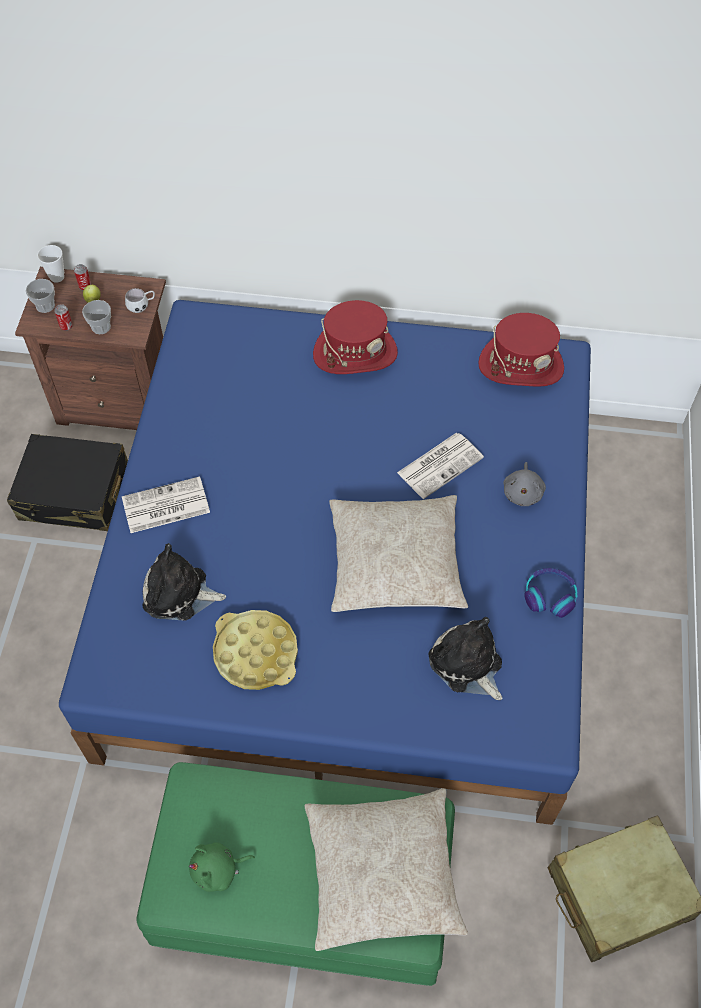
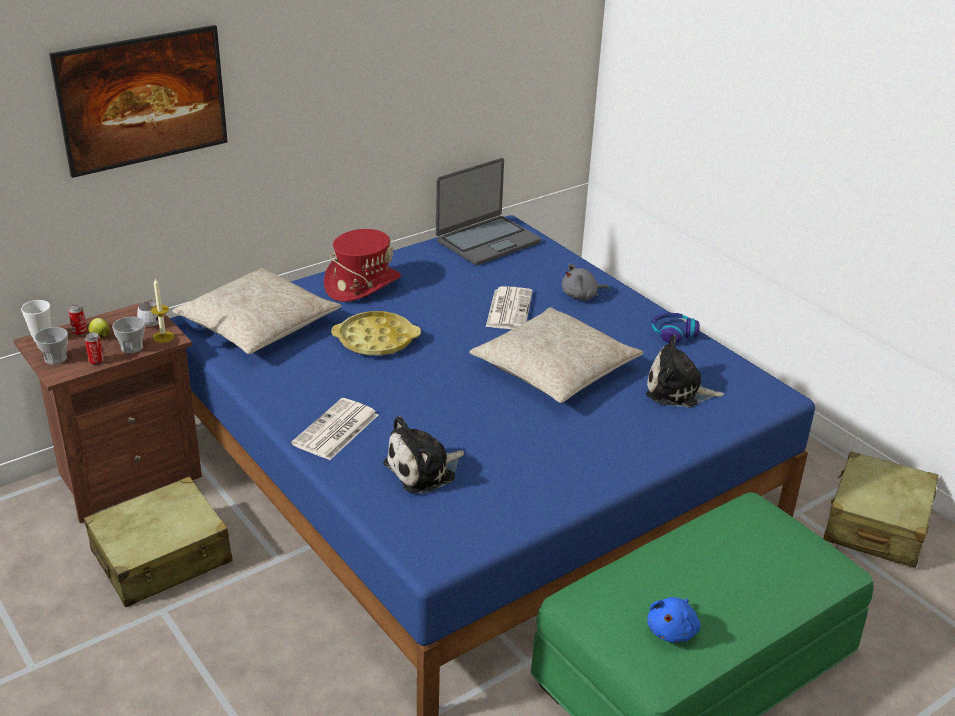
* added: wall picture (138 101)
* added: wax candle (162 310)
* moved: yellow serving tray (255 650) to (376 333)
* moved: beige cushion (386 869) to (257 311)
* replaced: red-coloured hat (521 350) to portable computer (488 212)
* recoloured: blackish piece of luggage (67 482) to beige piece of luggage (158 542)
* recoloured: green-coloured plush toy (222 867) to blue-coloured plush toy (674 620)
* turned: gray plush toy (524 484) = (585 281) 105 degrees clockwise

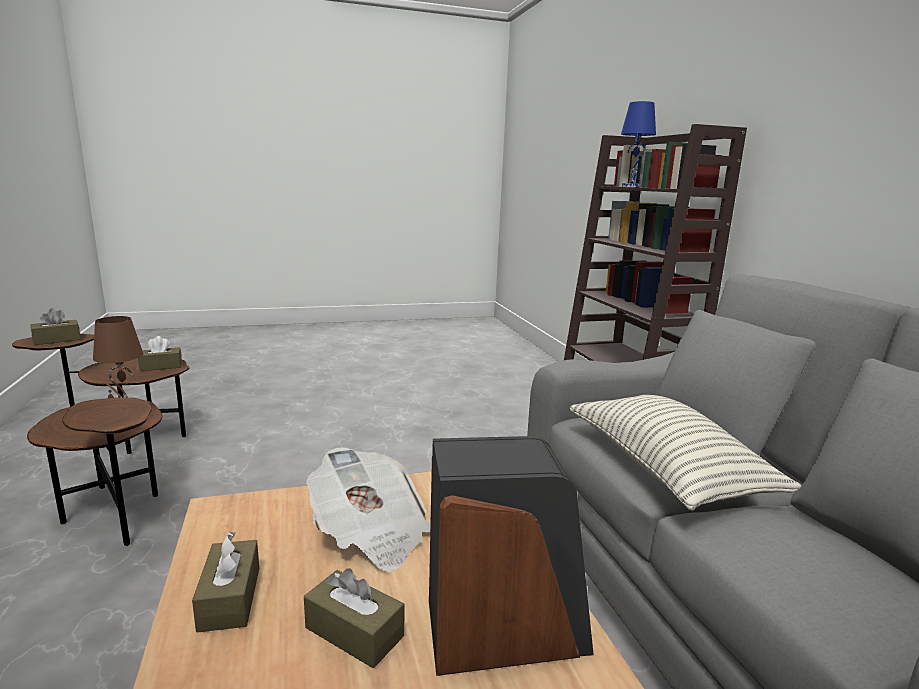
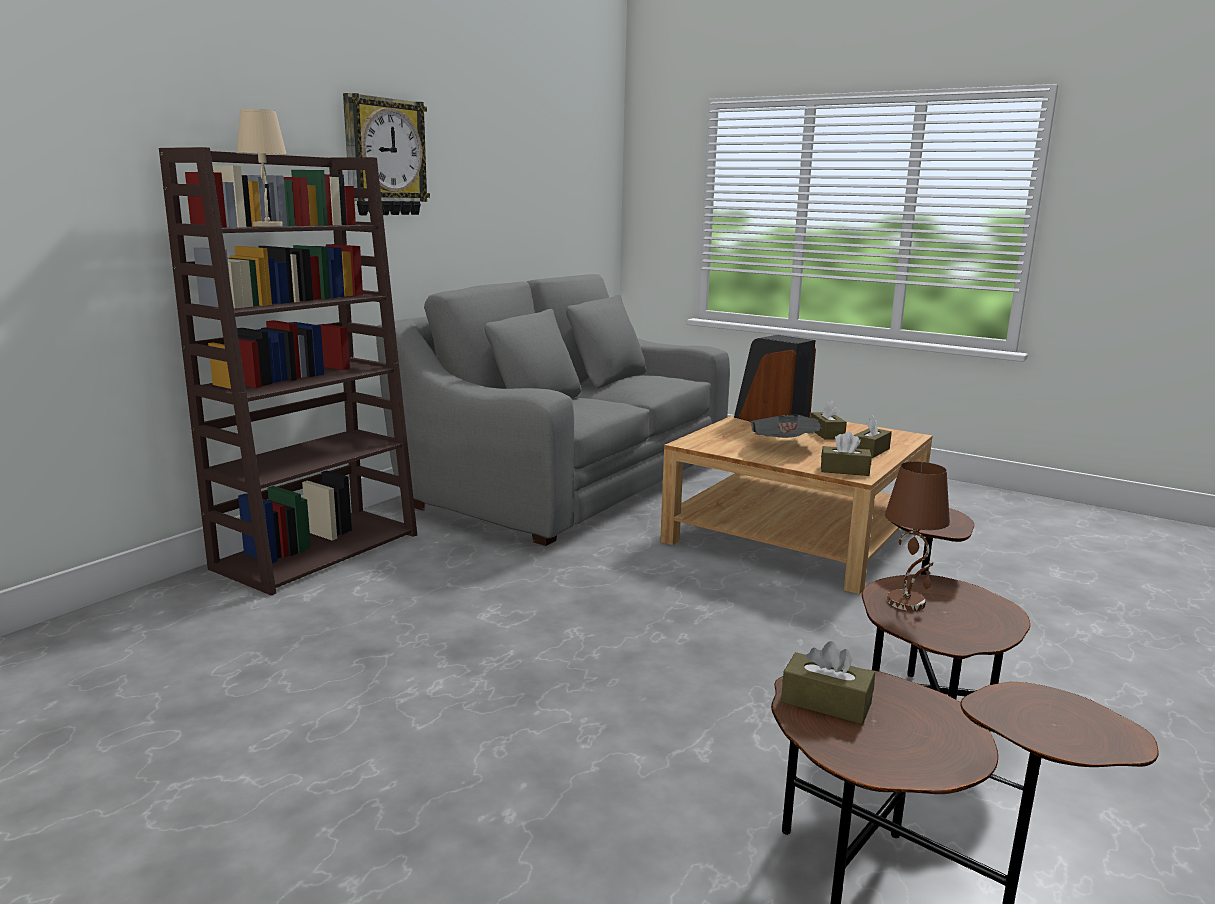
* removed: cushion (685 453)
* added: clock on the wall (386 154)
* moved: brownish tissue box (55 326) to (846 453)
* recoloured: blue-coloured tabletop lamp (638 144) to beige tabletop lamp (262 168)

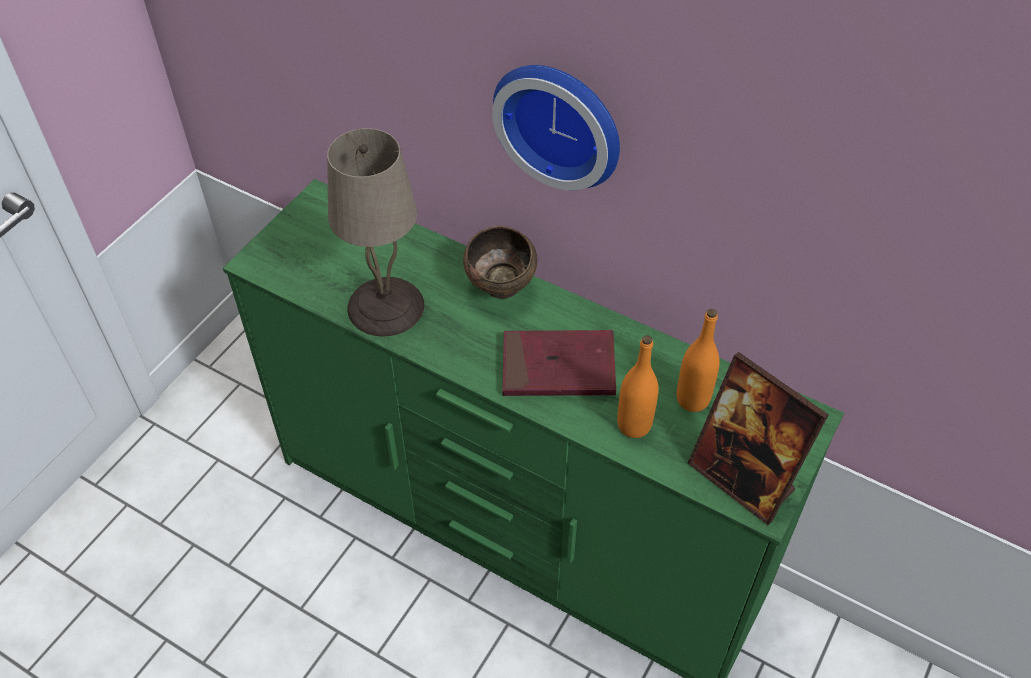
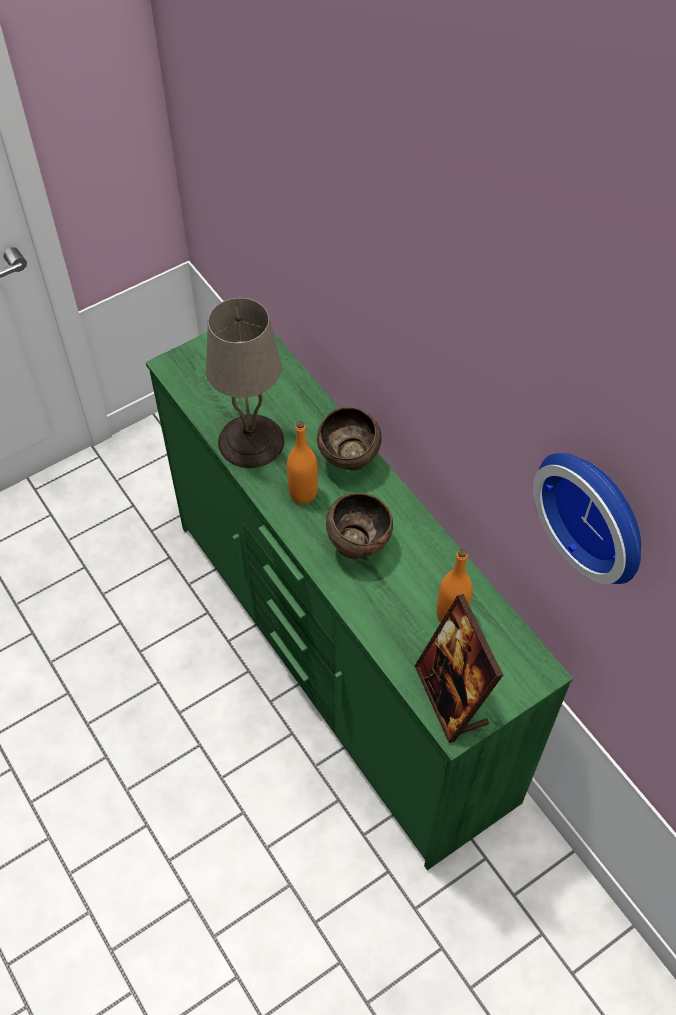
* moved: clock on the wall (556 127) to (587 518)
* moved: orange beverage bottle (638 386) to (302 462)
* replaced: red-coloured bound book (559 363) to brownish bowl (359 526)

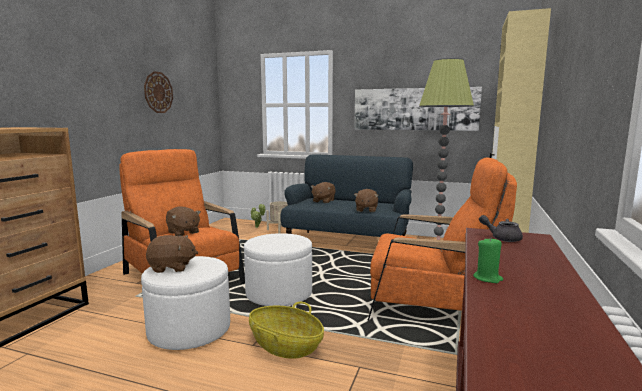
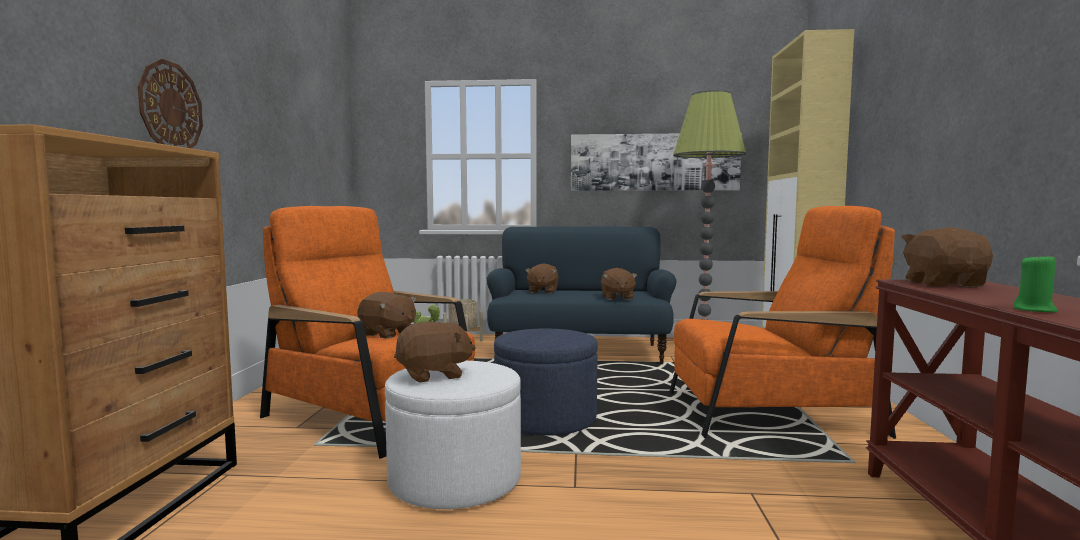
* removed: basket (286 330)
* moved: clock on the wall (158 92) to (170 103)
* replaced: gray pot for tea (501 228) to brownish plush toy (947 257)
* recoloured: white footrest (278 269) to blue-coloured footrest (546 382)

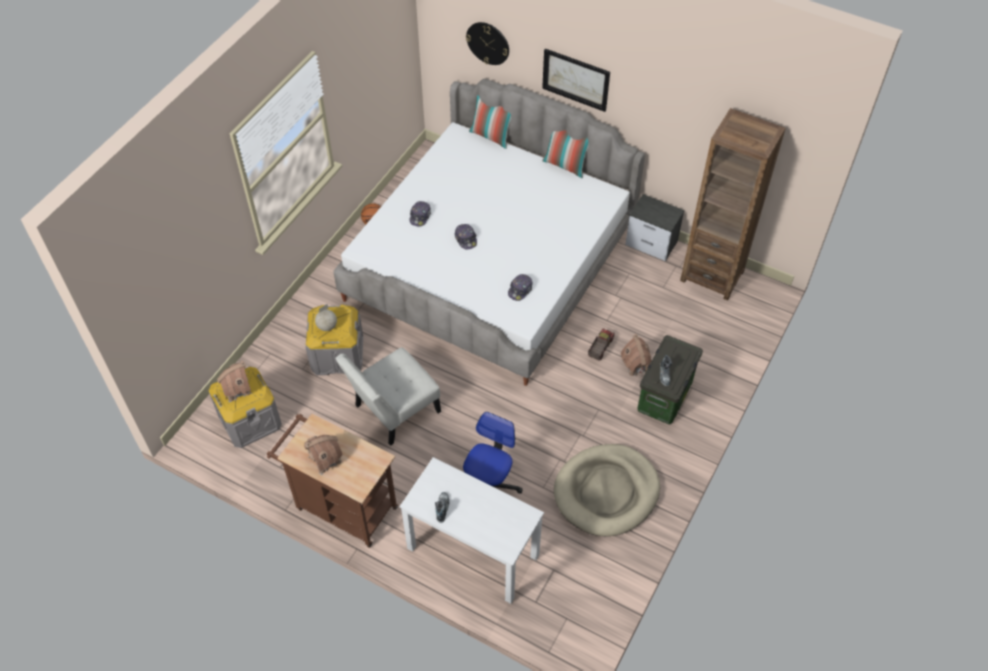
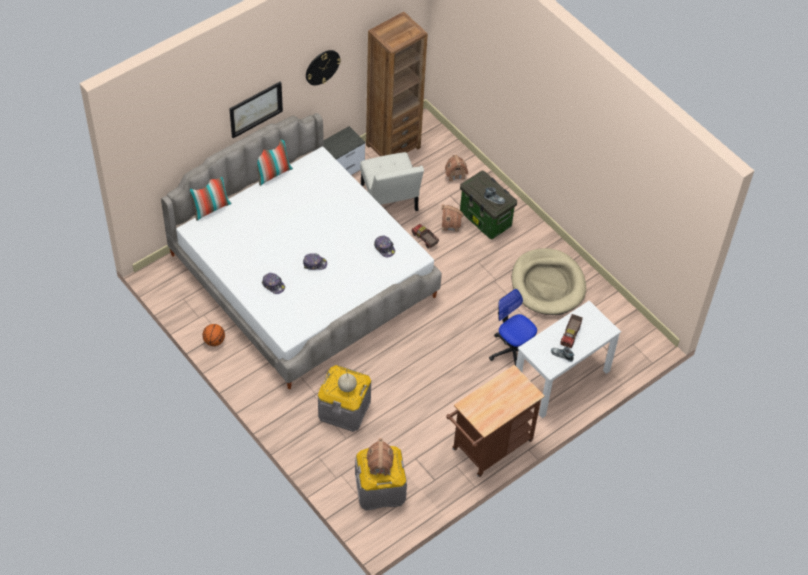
* added: toy lorry (571 331)
* moved: model house (323 455) to (456 168)
* moved: white chair (388 396) to (392 181)
* moved: clock on the wall (487 43) to (323 67)

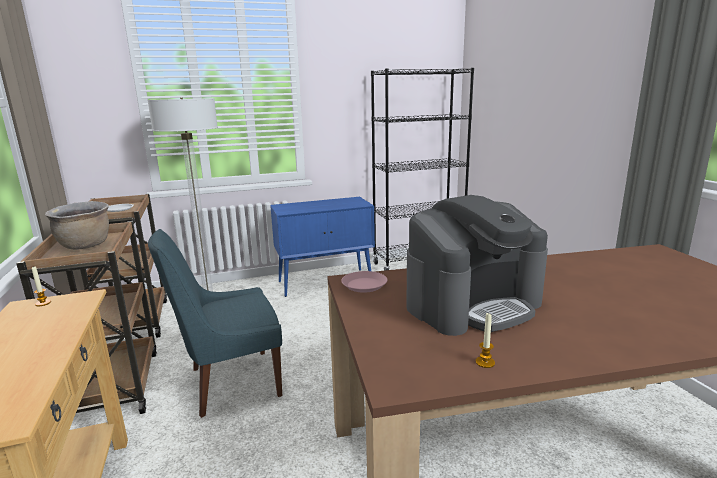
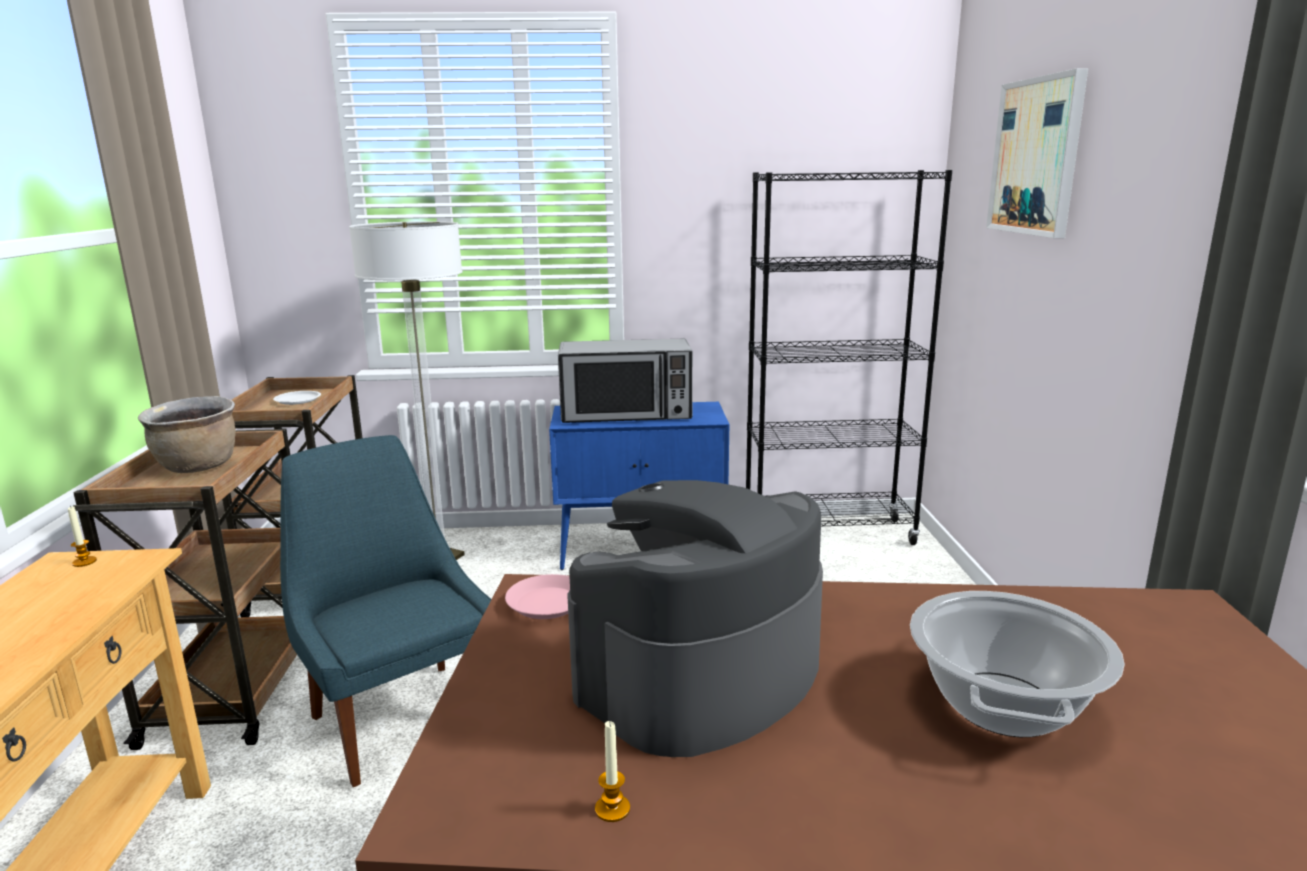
* added: microwave (625 381)
* added: saucepot (1017 664)
* added: wall picture (1037 153)
* turned: blue-coloured chair (215 323) = (385 611) 60 degrees clockwise
* turned: coffee machine (477 265) = (695 618) 150 degrees clockwise

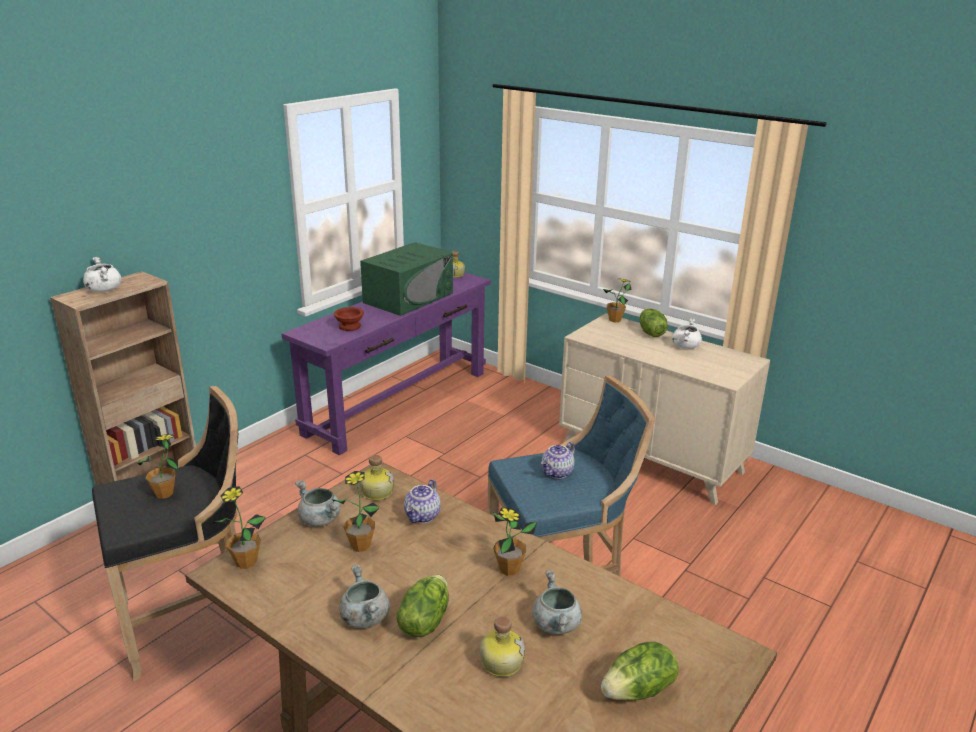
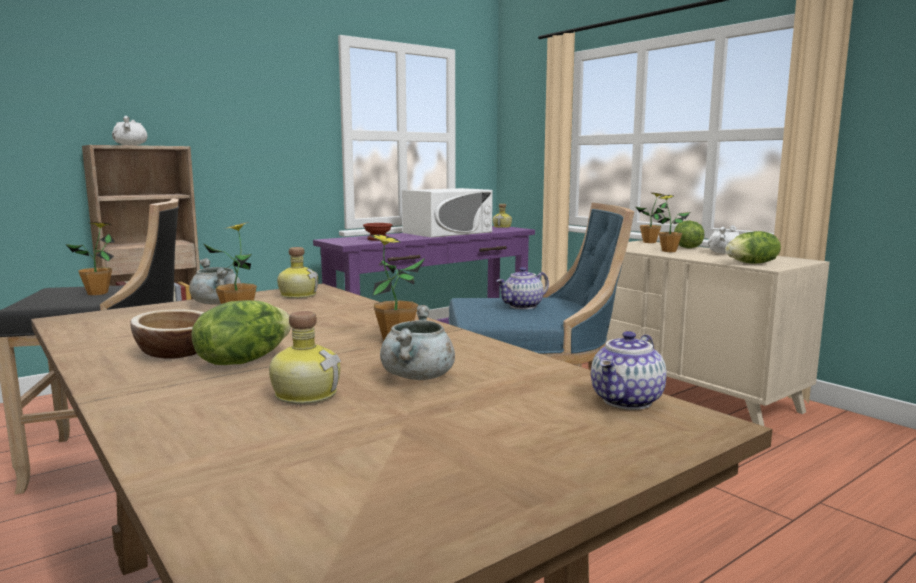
* moved: plant in a pot (239 527) to (672 223)
* moved: pot for tea (422 501) to (629 370)
* moved: lettuce head (640 671) to (753 247)
* replaced: gray saucepot (364 596) to bowl (167 334)
* recoloured: green-coloured microwave (406 279) to white microwave (447 213)

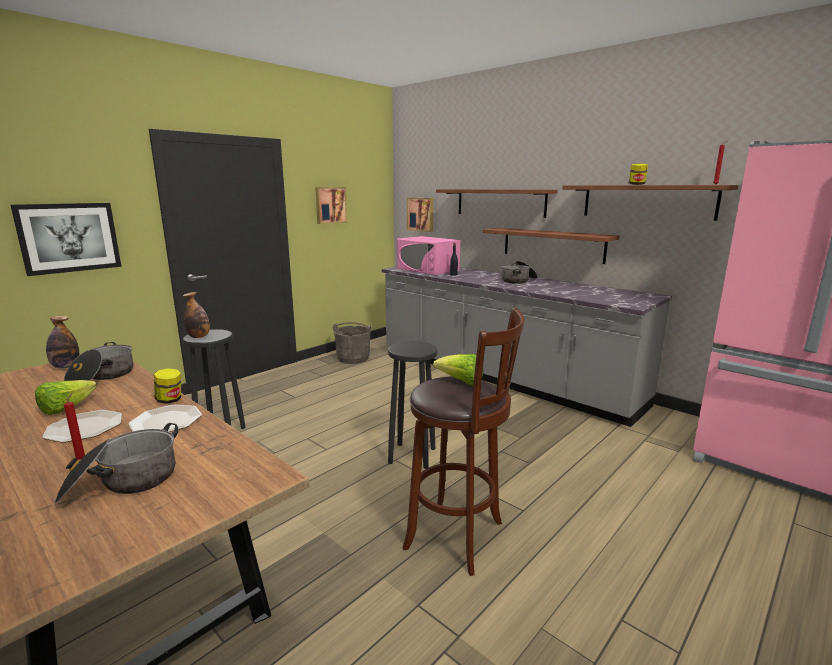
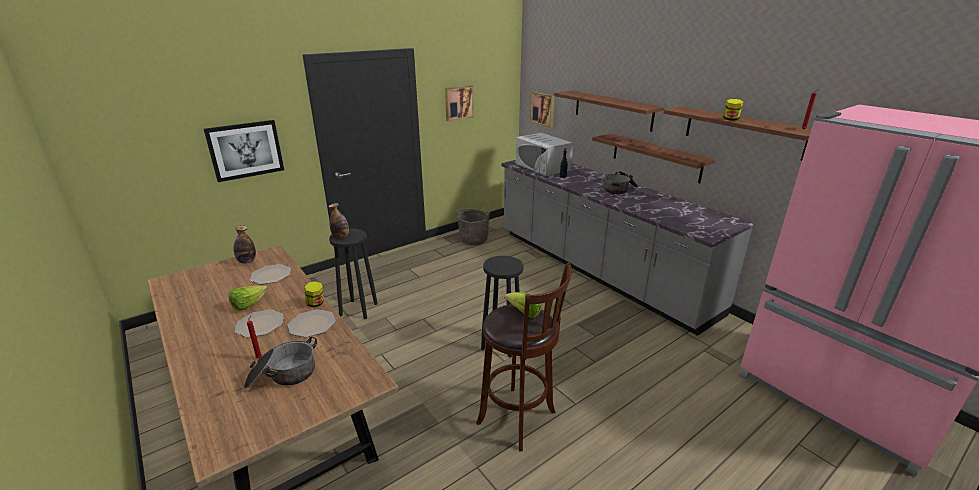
* replaced: saucepot (98 361) to plate (270 274)
* recoloured: pinkish microwave (428 255) to white microwave (544 154)

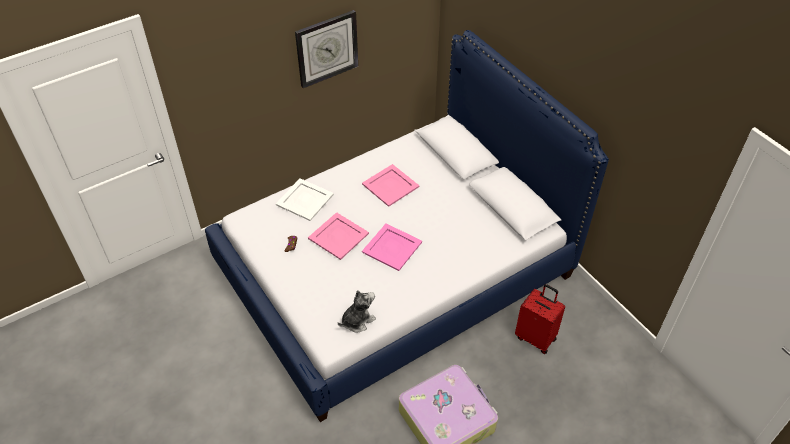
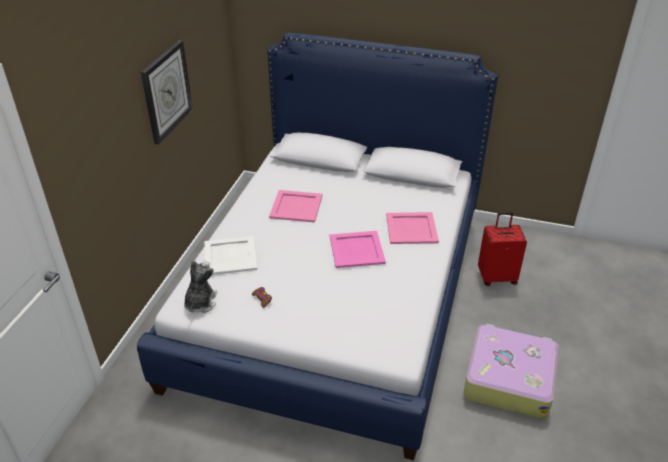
* moved: pinkish serving tray (338 236) to (412 228)
* moved: plush toy (357 311) to (200 287)

